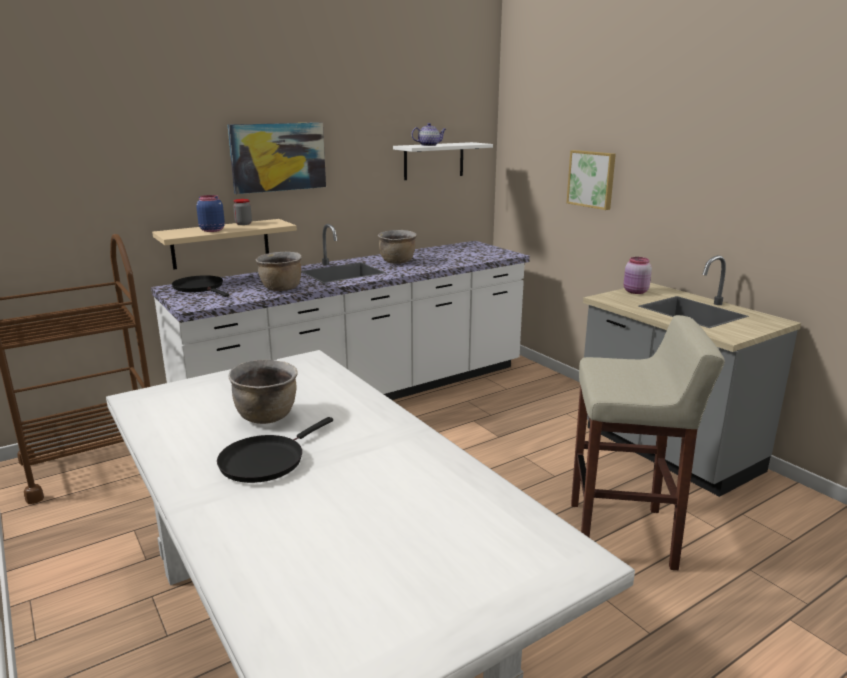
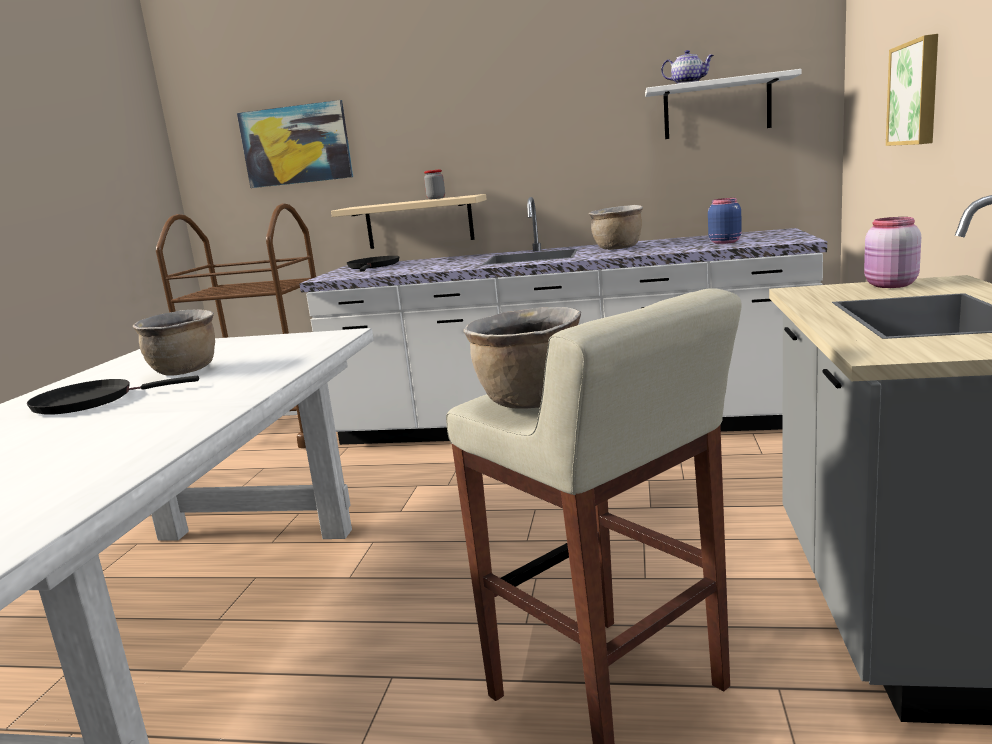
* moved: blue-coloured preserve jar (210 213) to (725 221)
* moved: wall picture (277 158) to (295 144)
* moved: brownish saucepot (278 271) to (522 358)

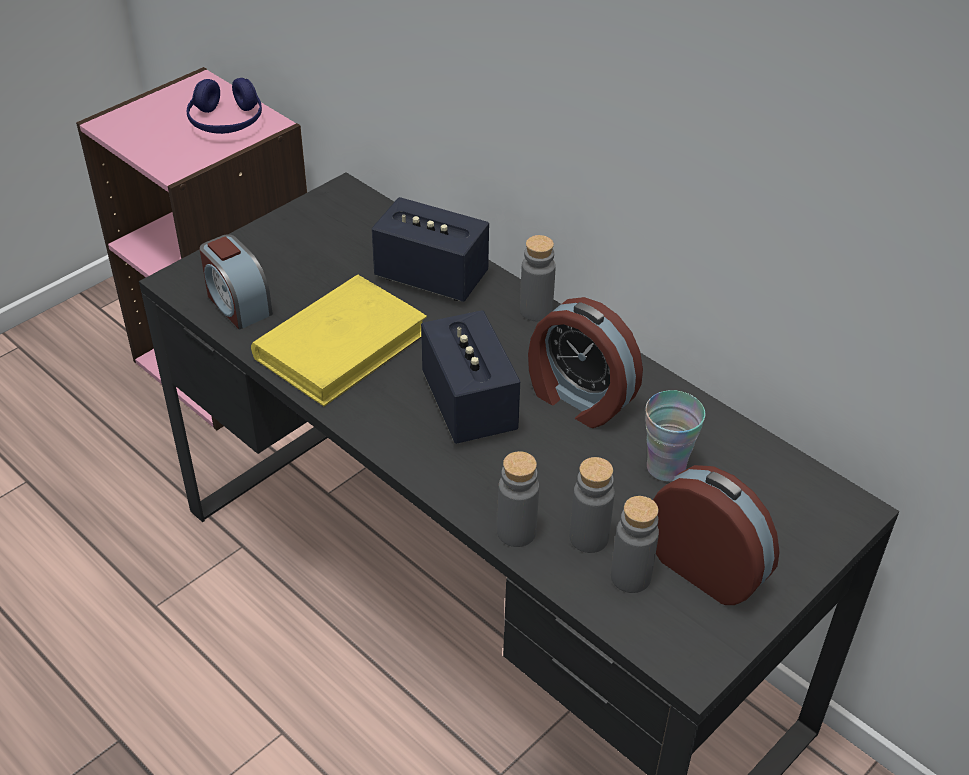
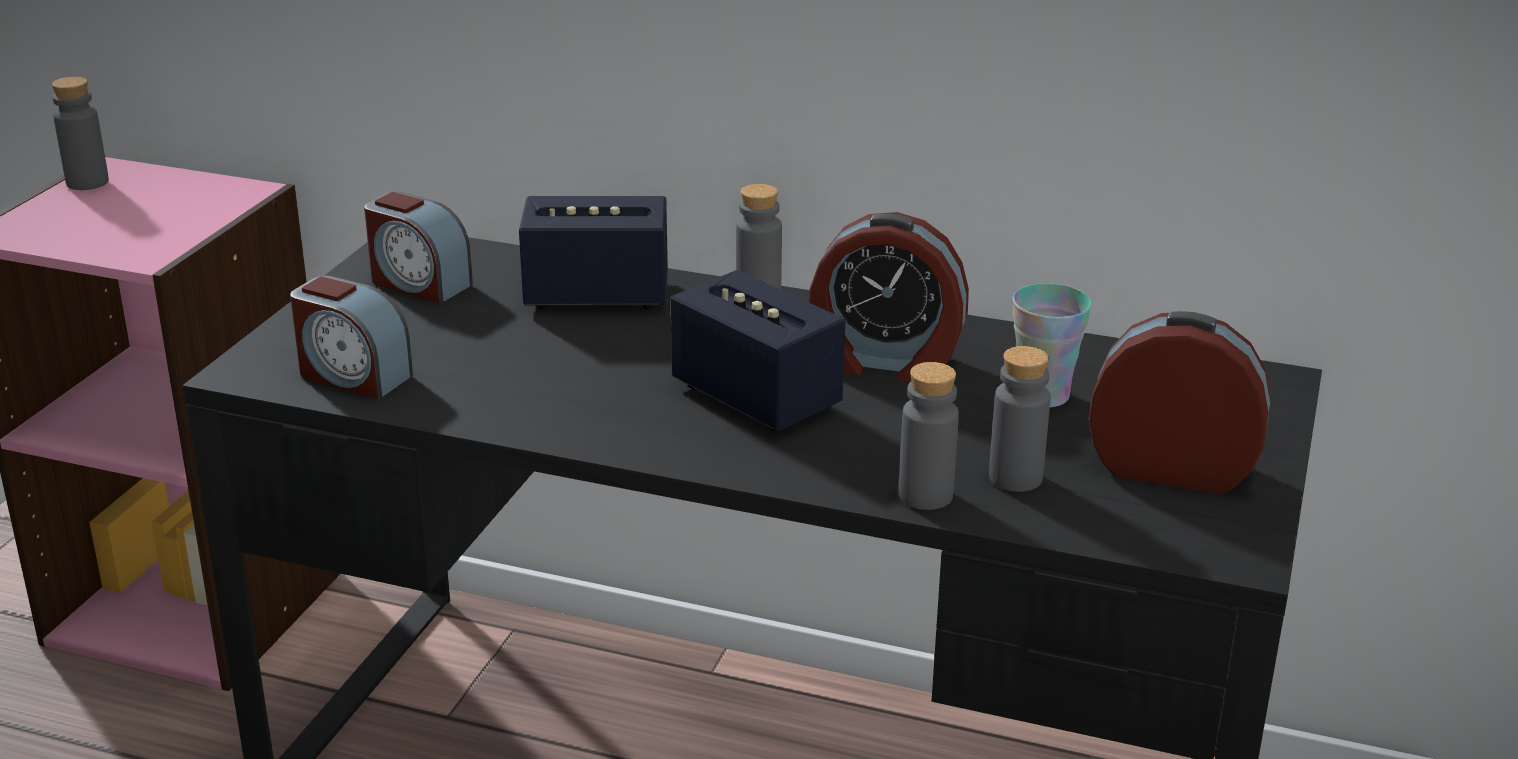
* removed: blue-coloured headphones (224 106)
* removed: yellow bound book (339 340)
* added: table clock (418 247)
* moved: gray beverage bottle (635 544) to (80 133)

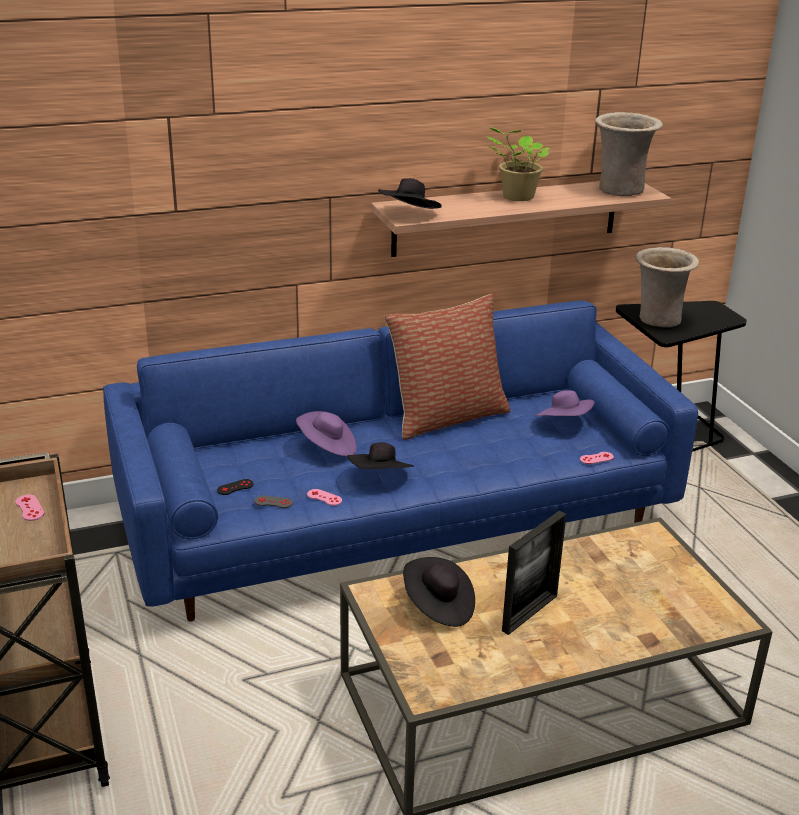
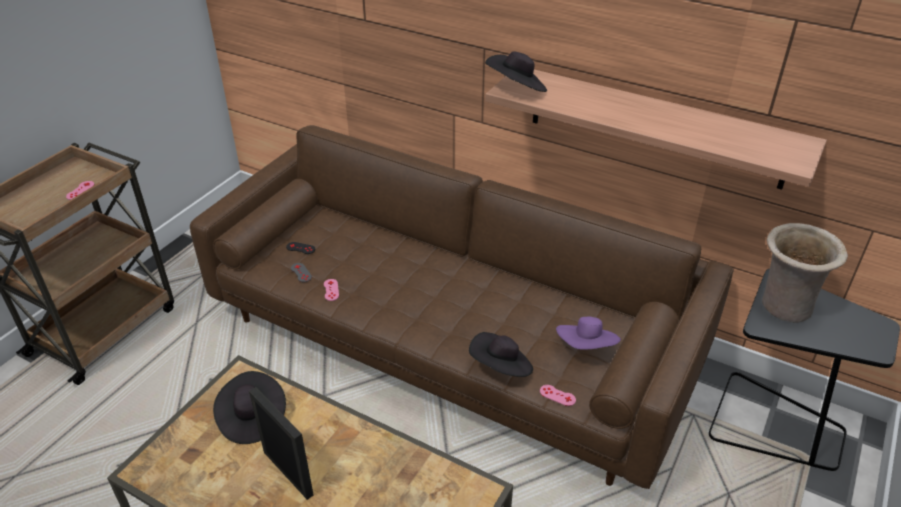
* removed: purplish hat (326 433)
* removed: cushion (447 367)
* removed: plant in a pot (517 164)
* removed: beige vase (629 154)
* moved: blackish hat (380 455) to (501 354)
* recoloured: blue-coloured sofa (400 461) to brownish sofa (462 307)
* turned: picture frame (534 572) = (281 443) 135 degrees counterclockwise

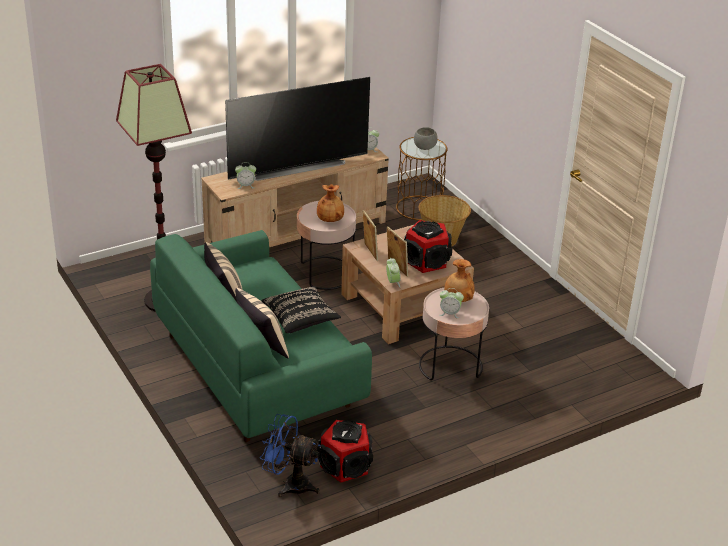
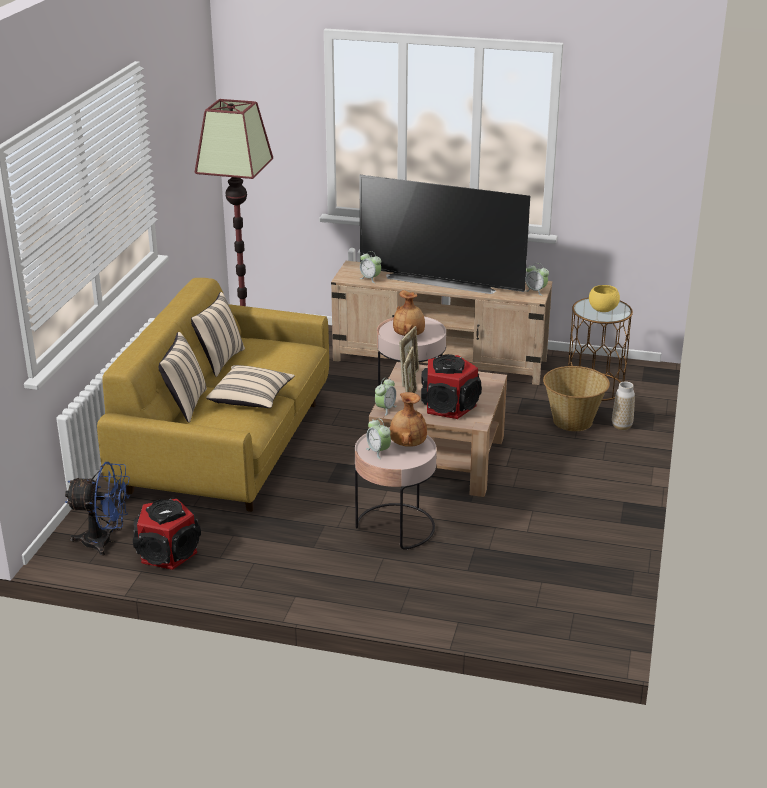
* added: vase (623 405)
* recoloured: green-coloured sofa (261 336) to yellow sofa (213 395)
* recoloured: blackish cushion (301 309) to beige cushion (250 386)
* recoloured: gray bowl (426 138) to yellow bowl (604 298)
* turned: blue-coloured fan (290 455) = (97 509) 120 degrees clockwise

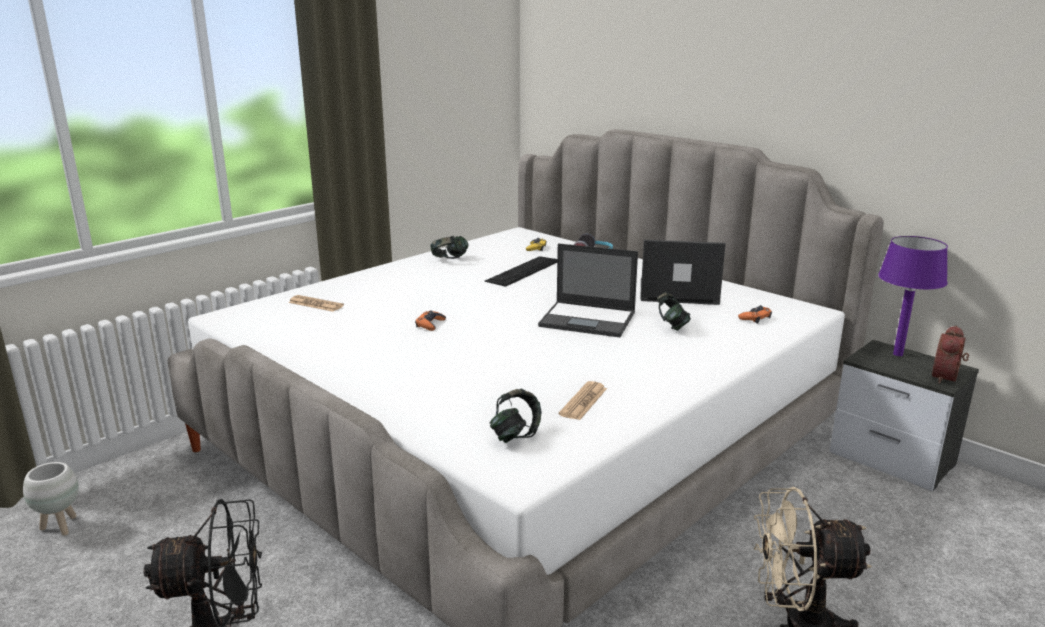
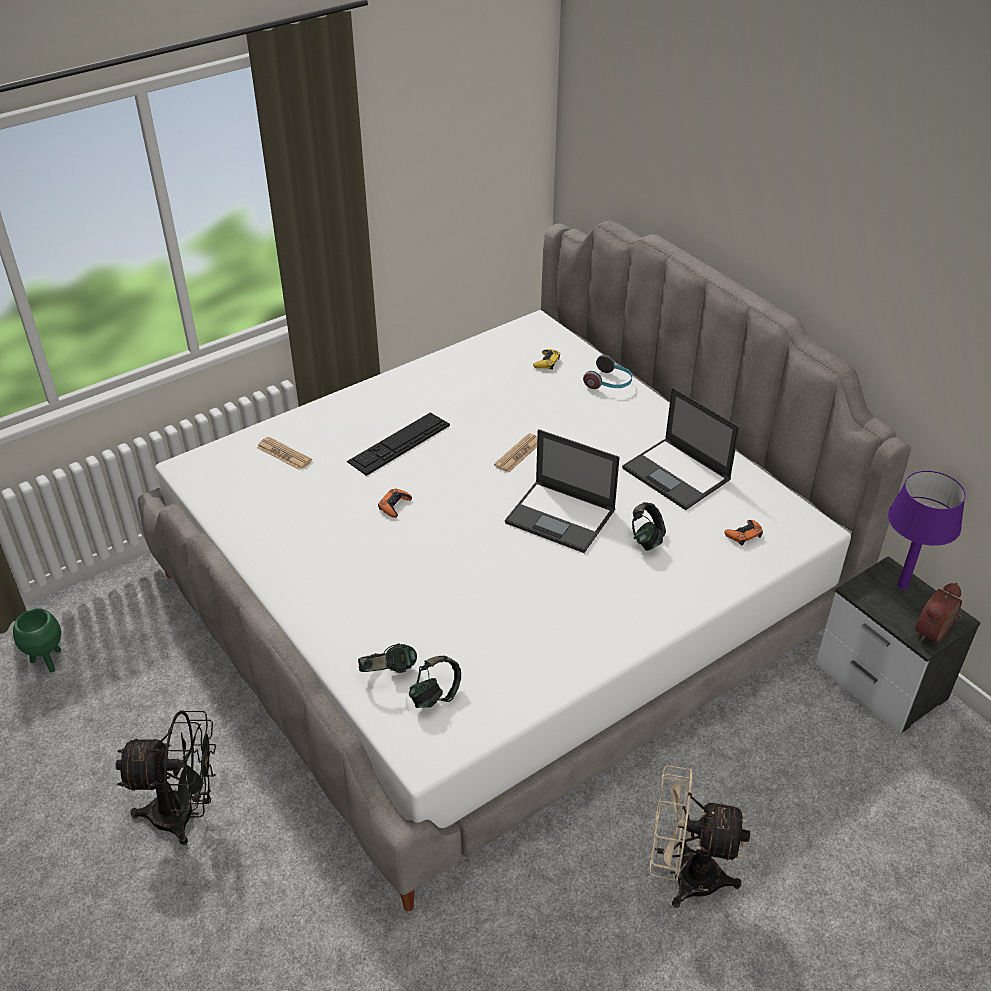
* moved: headphones (449 247) to (387 658)
* moved: computer keyboard (521 271) to (398 444)
* moved: printed paper (583 400) to (515 453)
* recoloured: white planter (51 499) to green-coloured planter (37 640)
* turned: portable computer (683 272) = (681 448) 150 degrees counterclockwise

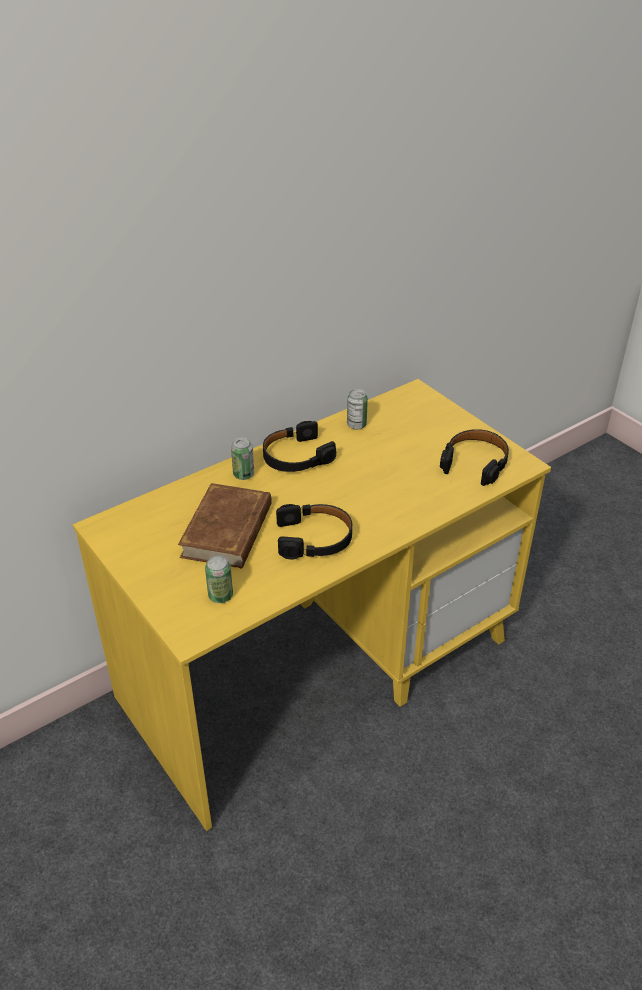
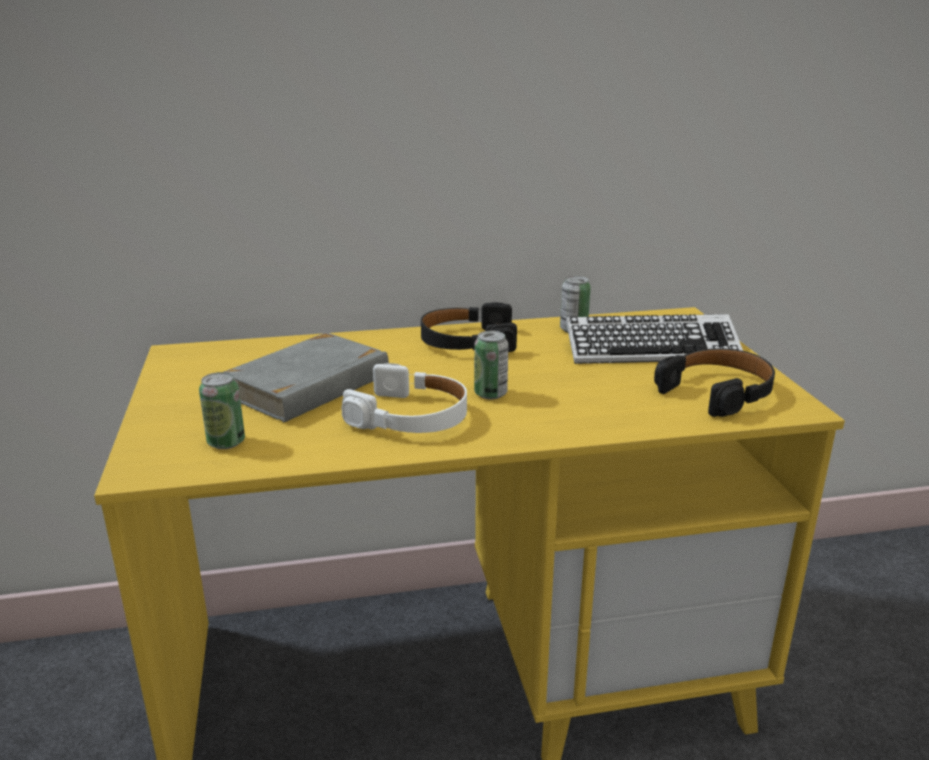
* added: computer keyboard (654 339)
* moved: can (242 458) to (491 365)
* recoloured: brownish bound book (225 525) to gray bound book (306 377)
* recoloured: blackish headphones (314 531) to white headphones (404 398)

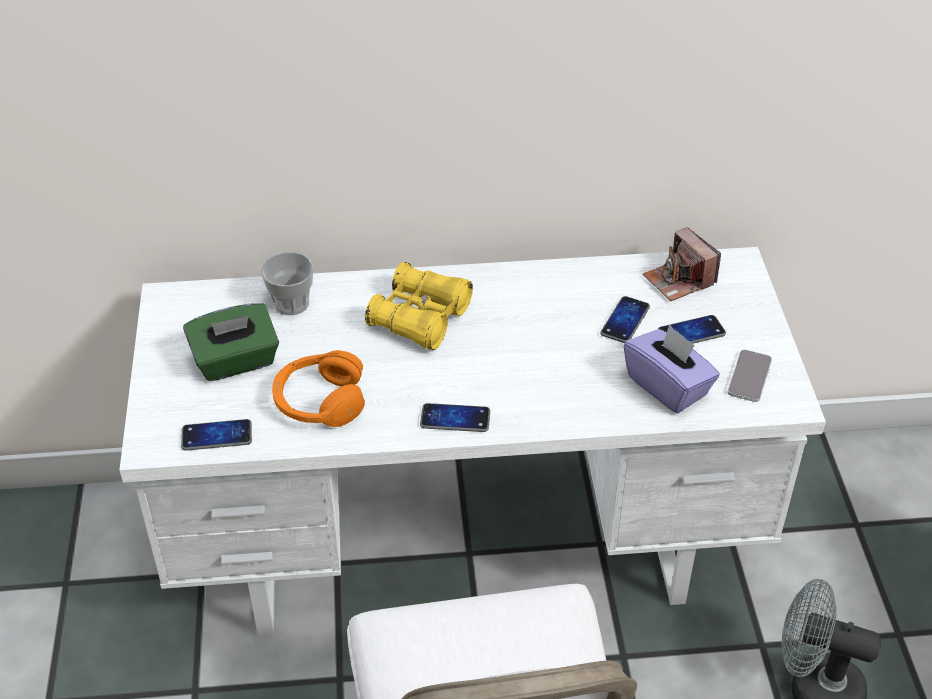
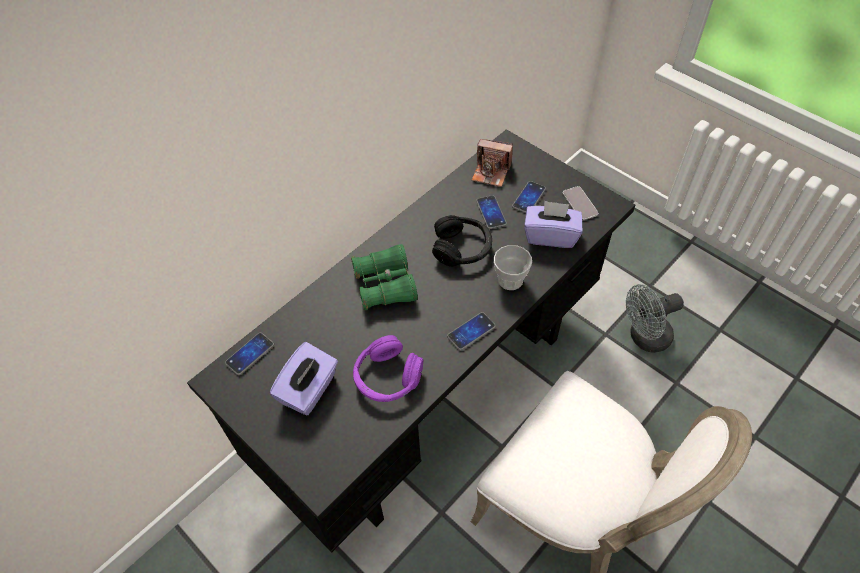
* added: blackish headphones (462 241)
* moved: handset (216 435) to (249 354)
* moved: drinking cup (287 283) to (513 267)
* recoloured: white desk table (472 442) to blackish desk table (411 341)
* recoloured: green-coloured tissue box (231 342) to purplish tissue box (304 378)
* recoloured: orange headphones (318 388) to purplish headphones (388 368)
* recoloured: yellow binoculars (419 306) to green-coloured binoculars (384 277)

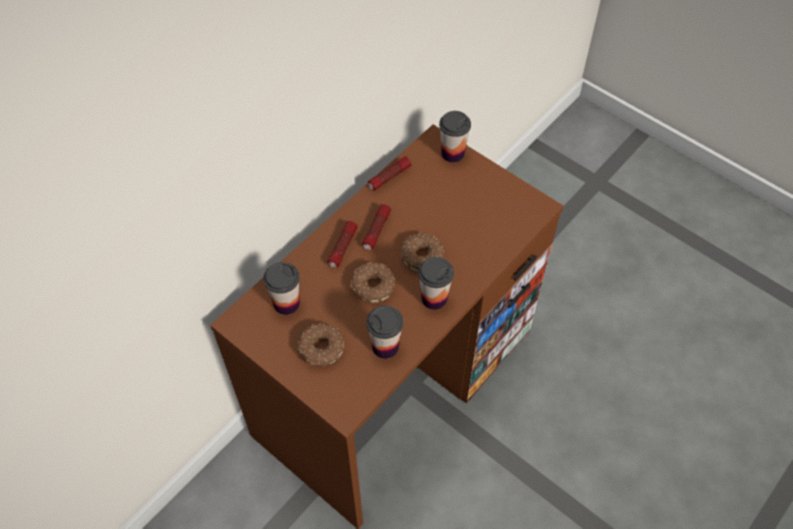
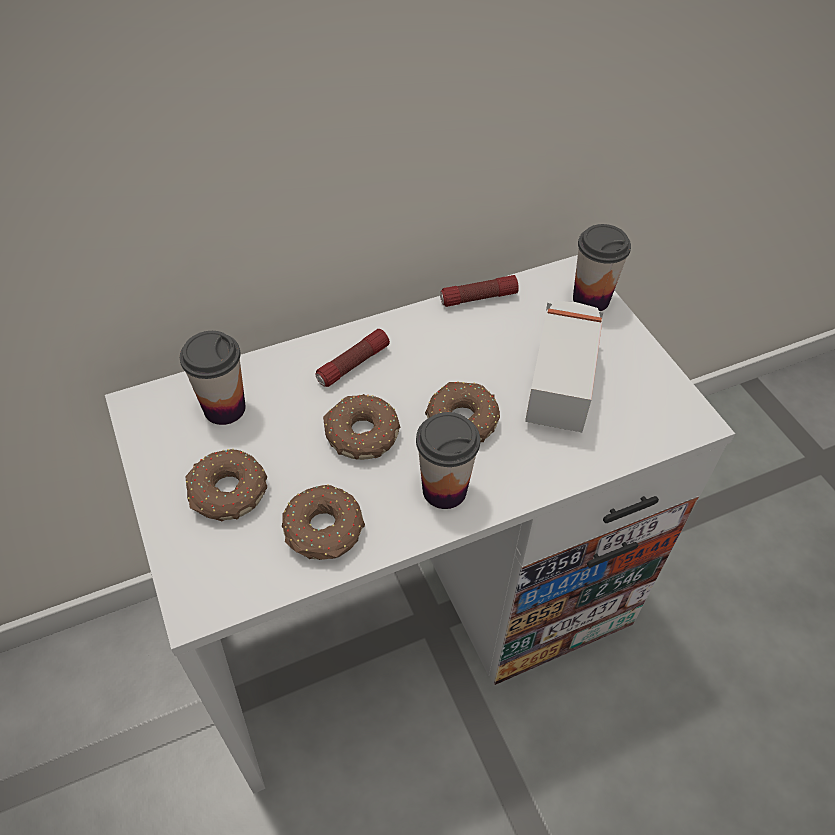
* removed: flashlight (376 227)
* added: toy lorry (564 366)
* replaced: drinking cup (384 332) to ring doughnut (323 522)
* recoloured: brownish desk table (387 326) to white desk table (420 524)

